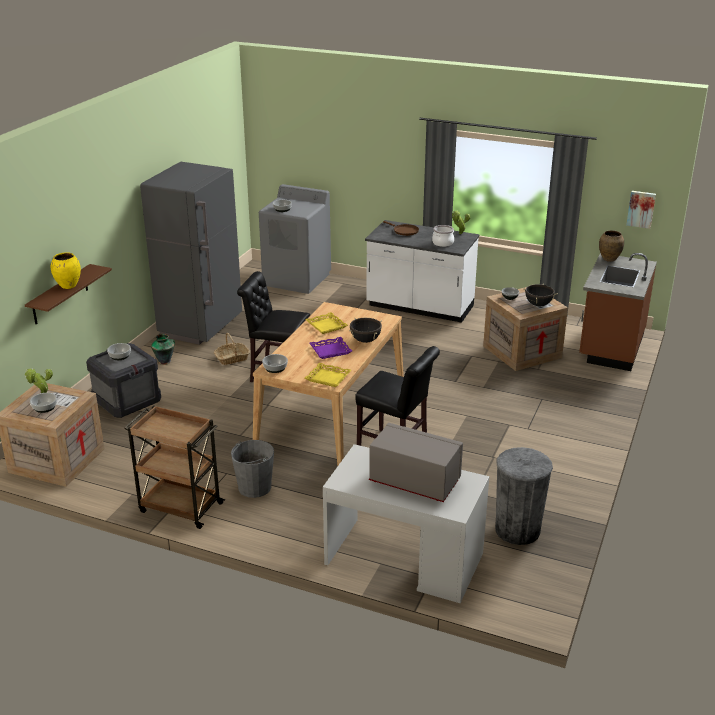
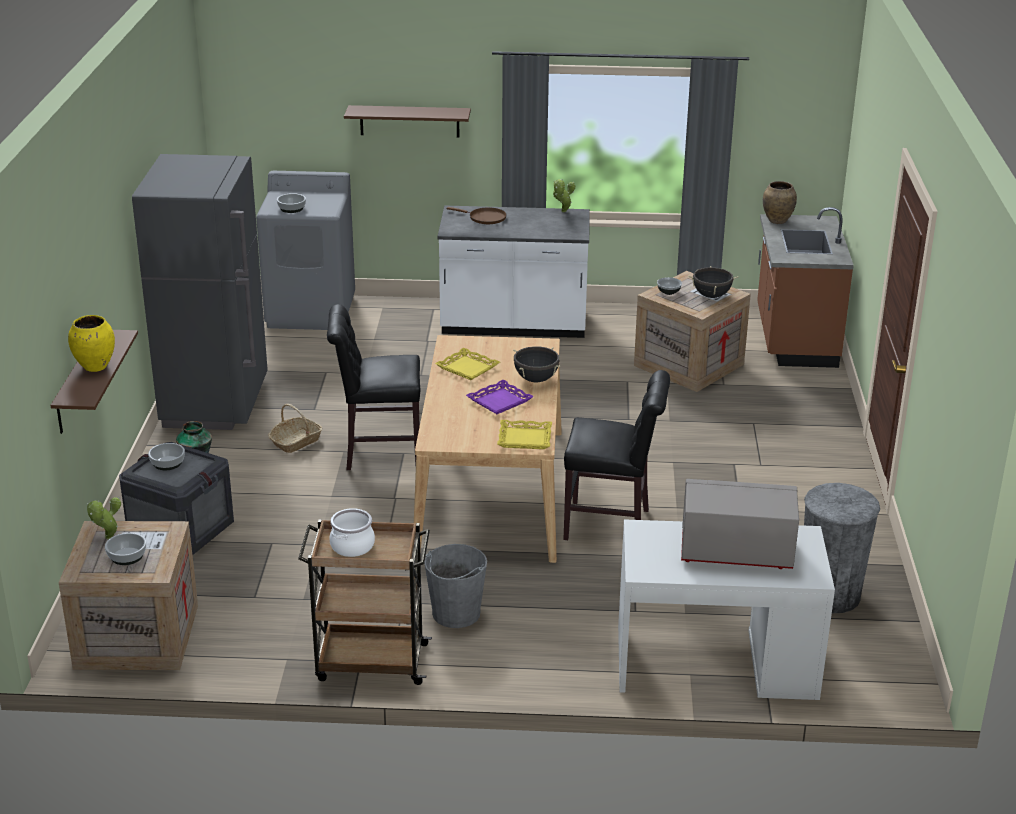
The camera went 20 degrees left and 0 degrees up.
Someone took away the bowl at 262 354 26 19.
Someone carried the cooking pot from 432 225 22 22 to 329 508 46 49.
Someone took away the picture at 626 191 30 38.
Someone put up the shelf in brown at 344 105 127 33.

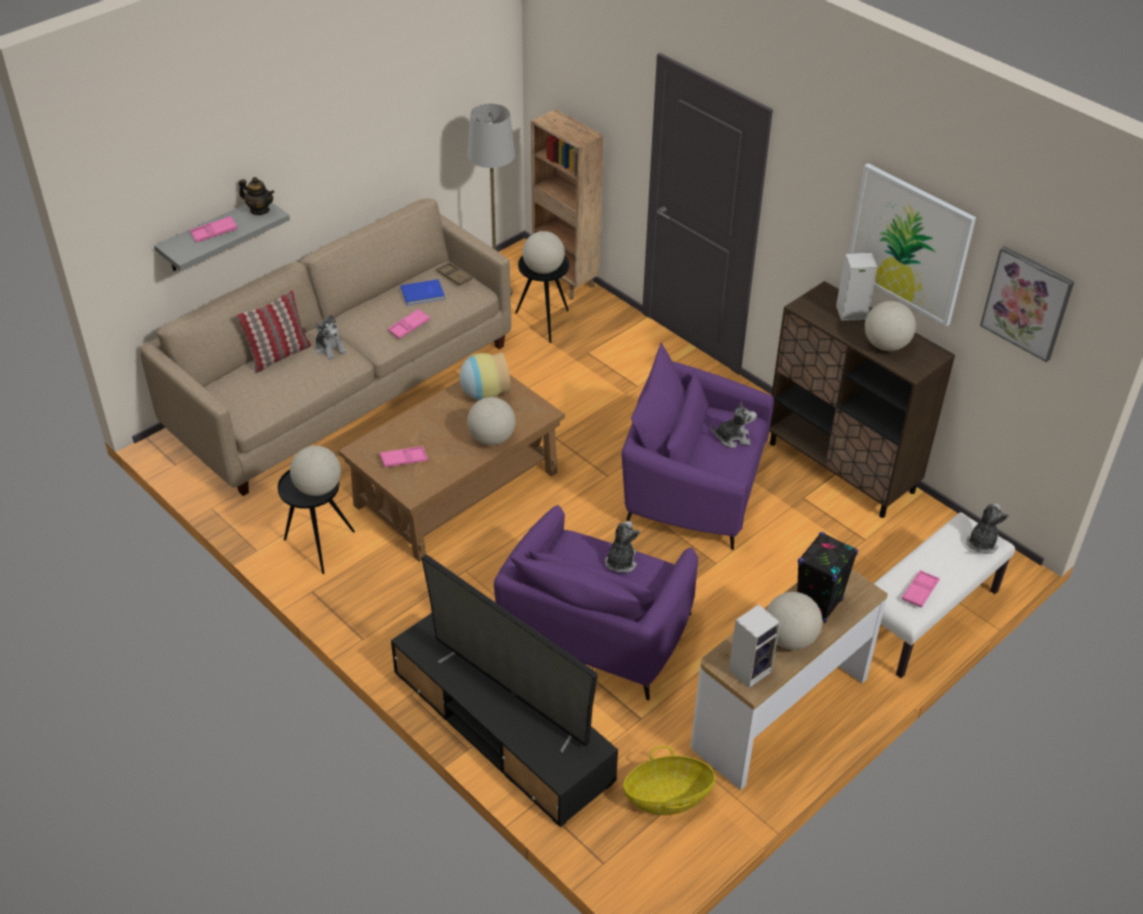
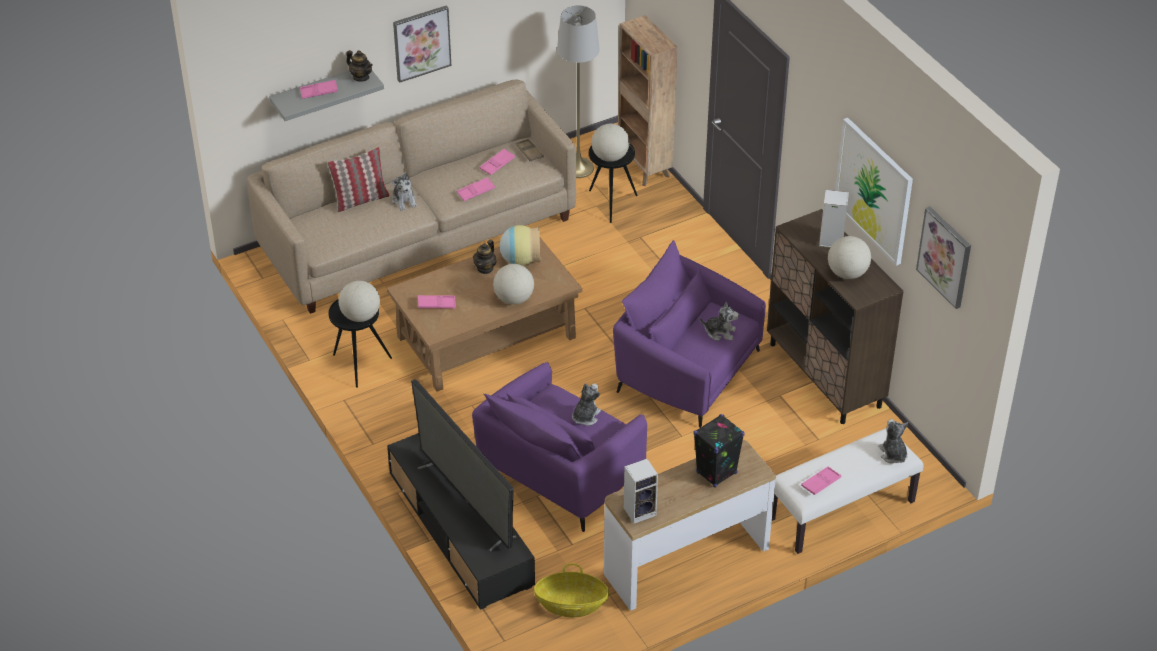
The camera went 15 degrees right and 0 degrees up.
Someone swapped the book in blue at 401 279 44 26 for the tray in pink at 480 149 35 26.
Someone took away the globe at 766 592 56 58.
Someone rotated the plush toy at 966 503 43 51 by 60 degrees counterclockwise.
Someone put up the picture at 393 6 58 77.
Someone put down the teapot at 473 240 23 34.

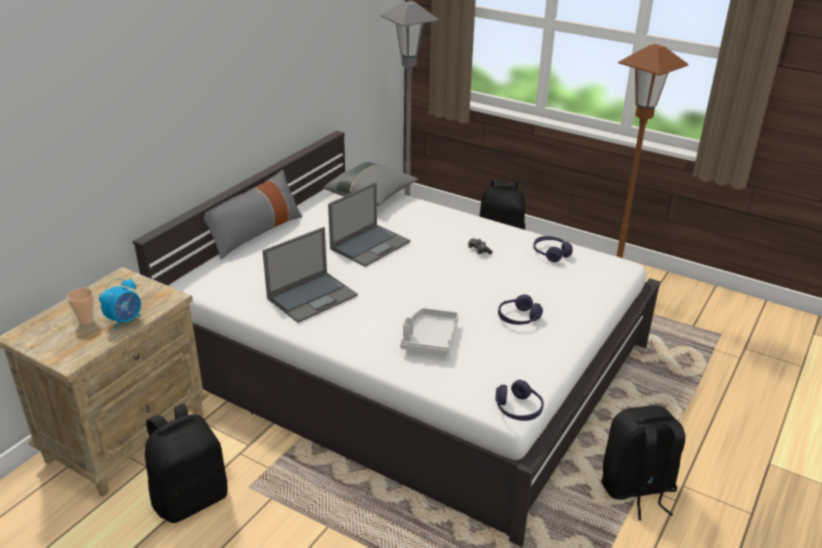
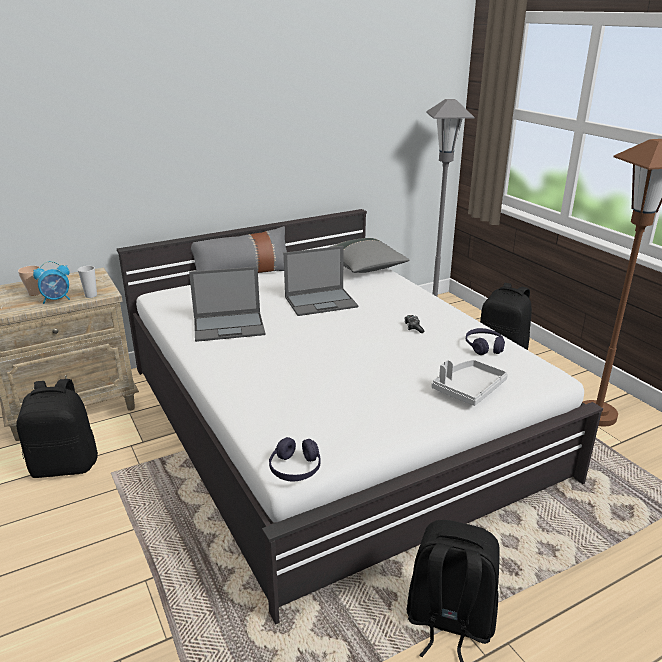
The camera went 30 degrees right and 5 degrees down.
Someone carried the tray in grey from 400 308 59 47 to 432 360 76 46.
Someone took away the headphones in purple at 498 295 45 30.
Someone put down the cup at 78 266 19 32.

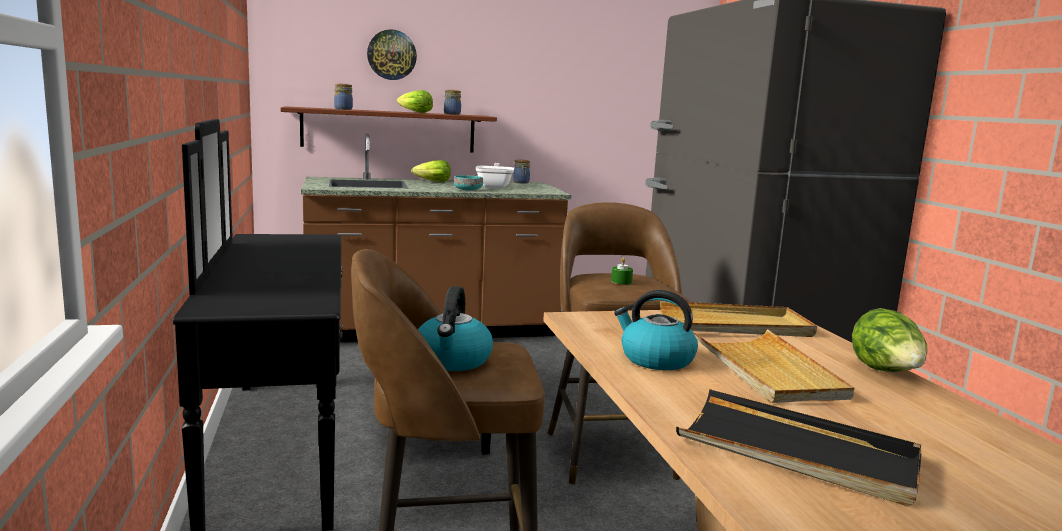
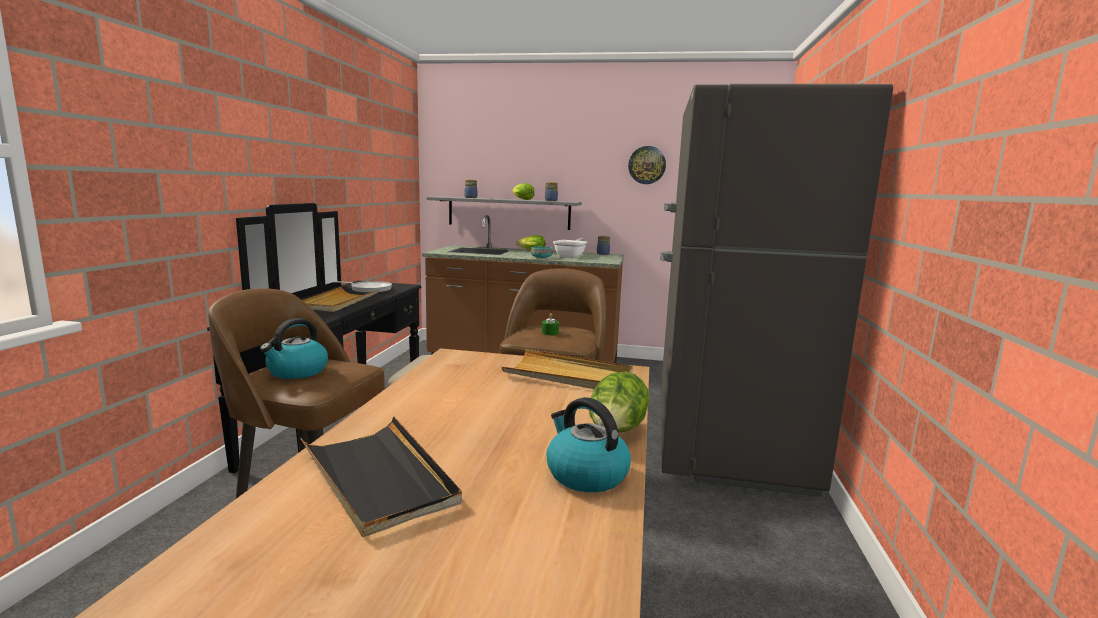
The camera went 25 degrees right and 0 degrees up.
Someone repainted the shelf in brown at 281 106 216 47, which became the shelf in grey at 427 196 155 34.
Someone carried the wall clock from 367 29 50 51 to 628 146 38 38.
Someone carried the kettle from 614 290 84 80 to 546 397 85 95.
Someone carried the tray in beige from 693 329 161 74 to 302 287 77 25.
Someone put down the frying pan at 333 281 59 12.

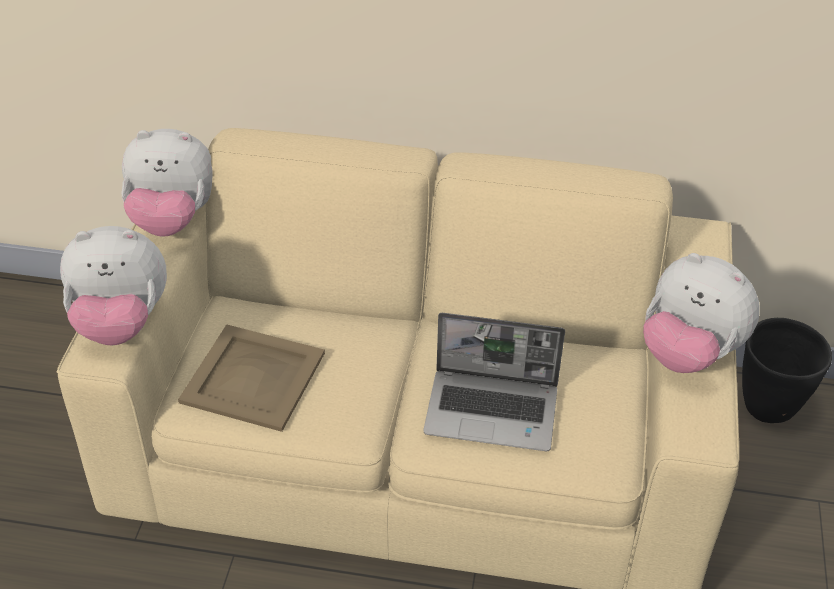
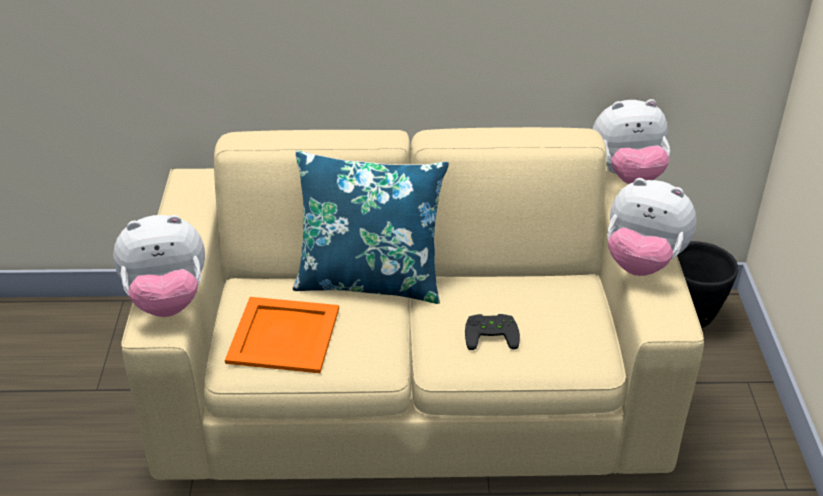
The camera went 10 degrees left and 5 degrees down.
Someone carried the plush toy from 121 129 91 108 to 593 99 77 85.
Someone repainted the tray in beige at 178 324 147 108, which became the tray in orange at 225 297 114 76.
Someone swapped the laptop at 423 313 142 138 for the game controller in black at 465 314 55 36.
Someone put down the pillow in blue at 293 150 156 154.

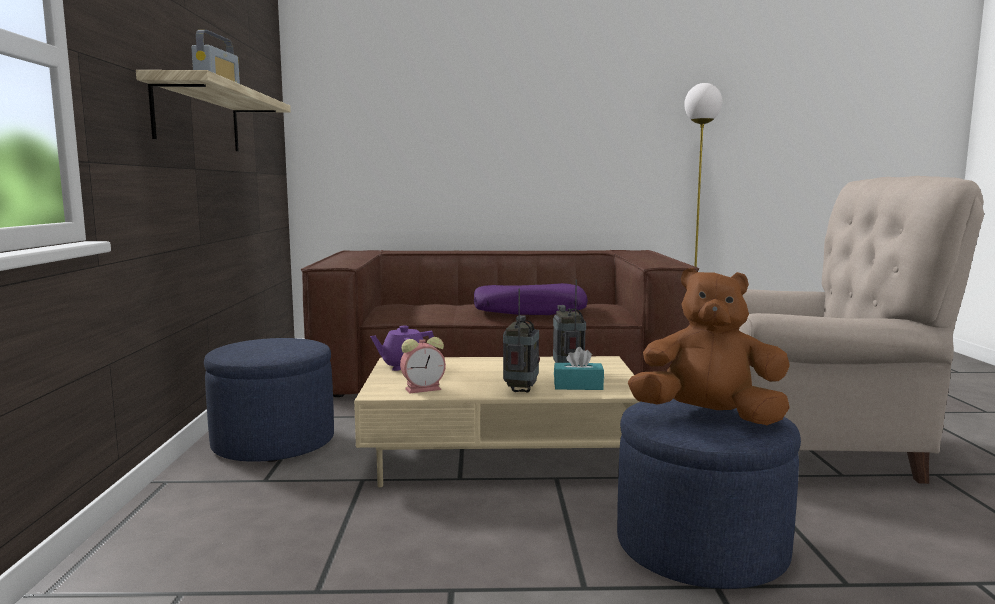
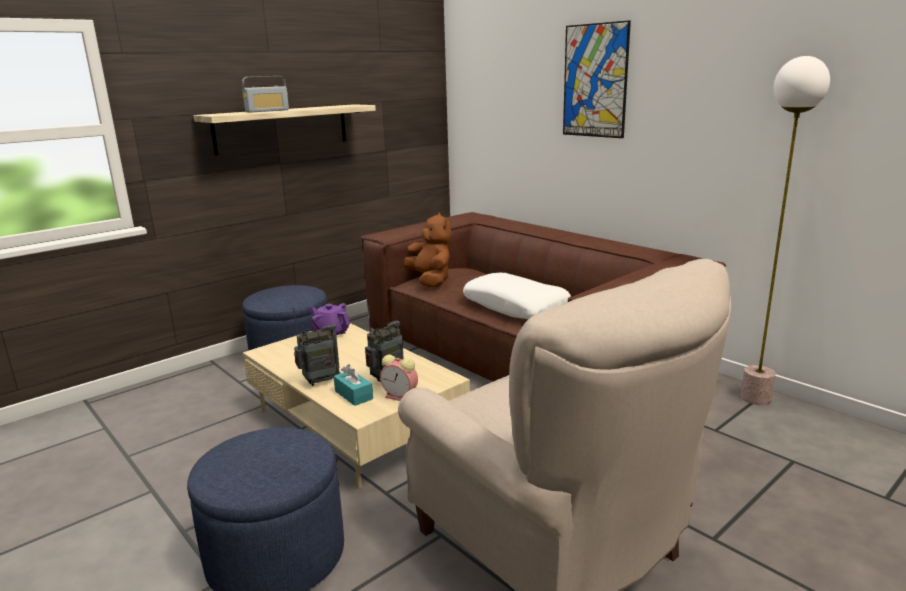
The camera went 50 degrees right and 10 degrees up.
Someone carried the alarm clock from 400 337 46 56 to 380 355 38 46.
Someone repainted the pillow in purple at 474 283 114 32, which became the pillow in white at 463 273 108 46.
Someone carried the plush toy in brown from 628 268 162 157 to 404 212 47 76.
Someone put up the picture at 563 20 68 118.

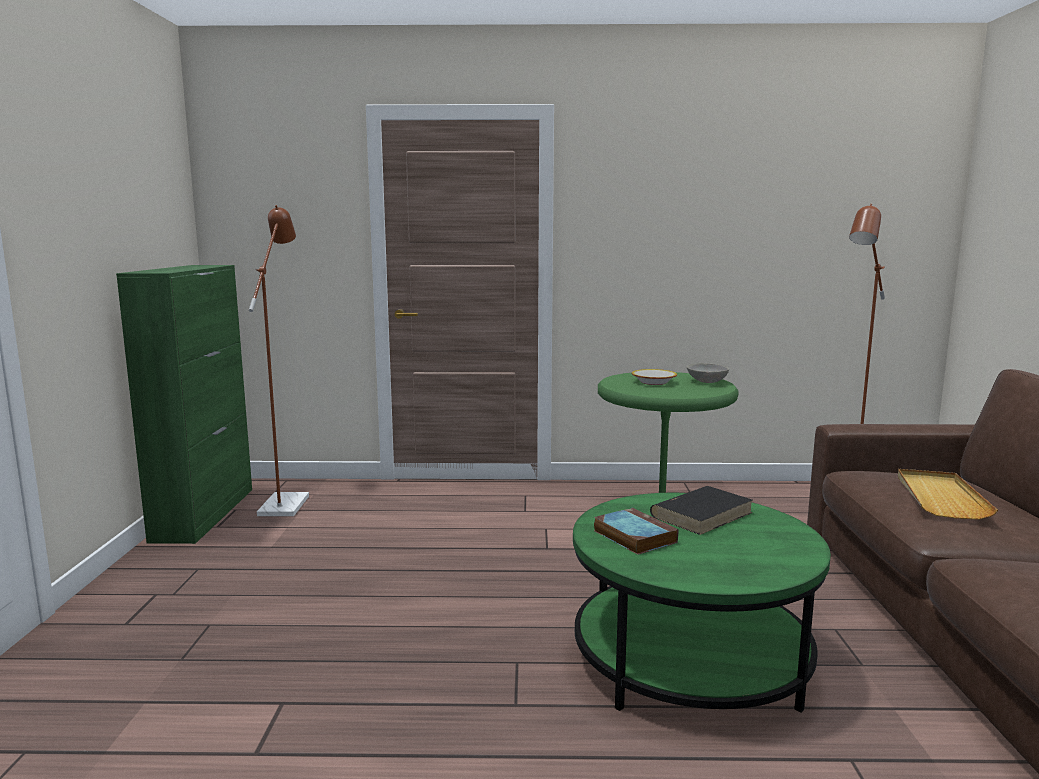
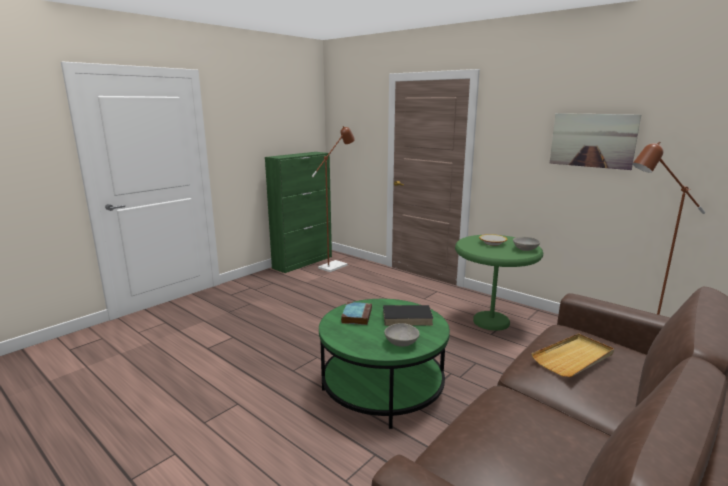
The camera went 40 degrees right and 5 degrees up.
Someone put down the bowl in grey at 384 323 36 24.
Someone put up the picture at 550 113 91 57.

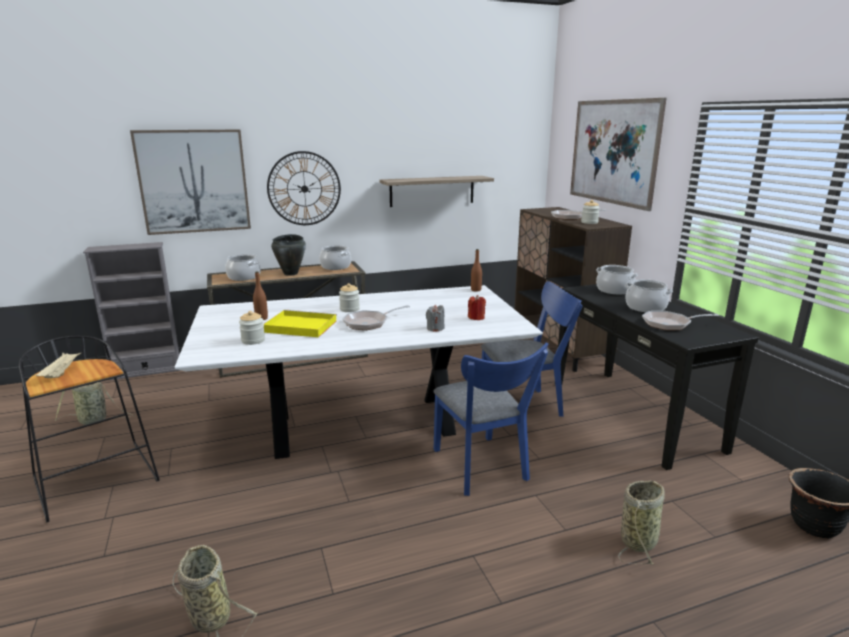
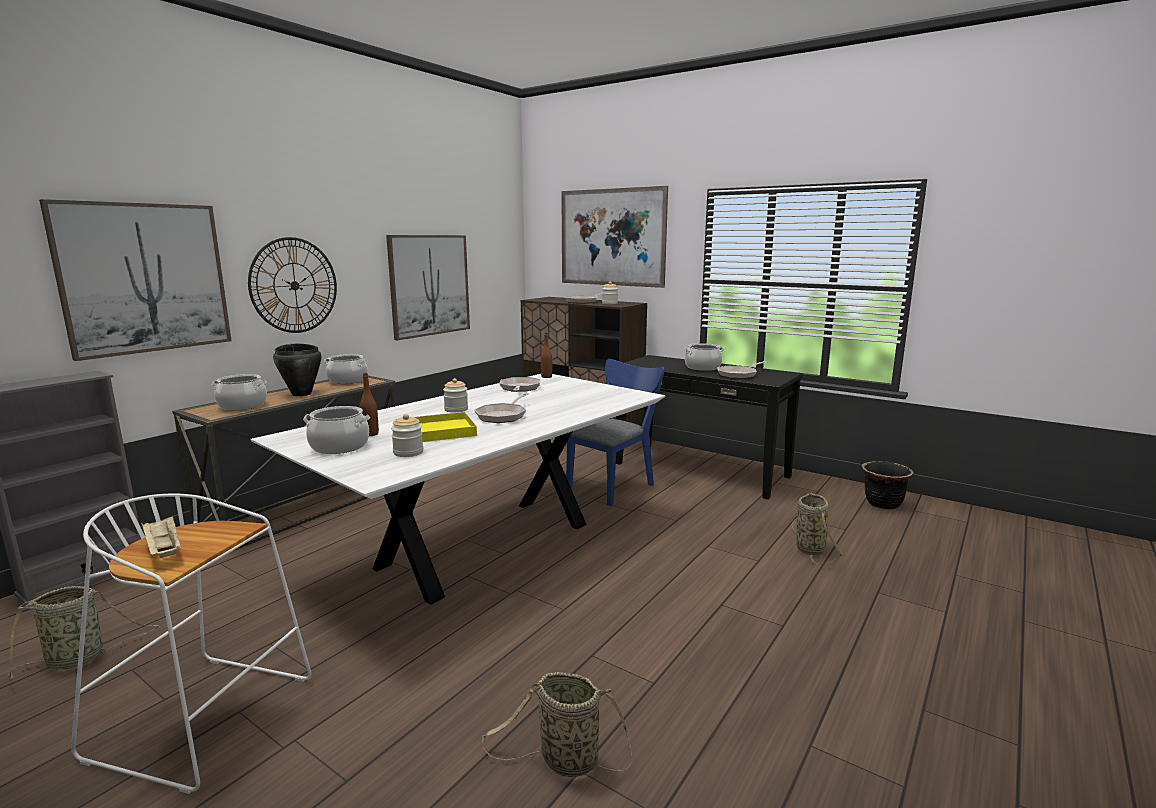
The camera went 35 degrees left and 5 degrees down.
Someone repainted the stool in black at 19 336 141 187, which became the stool in white at 71 494 241 300.
Someone swapped the shelf at 379 176 115 31 for the picture at 386 235 84 106.
Someone took away the candle in grey at 426 304 19 28.
Someone took away the chair in blue at 434 342 114 154.
Someone took away the candle in red at 468 295 18 25.
Someone carried the cooking pot from 596 265 42 30 to 303 406 67 48.
Someone put down the frying pan at 499 377 42 15.

